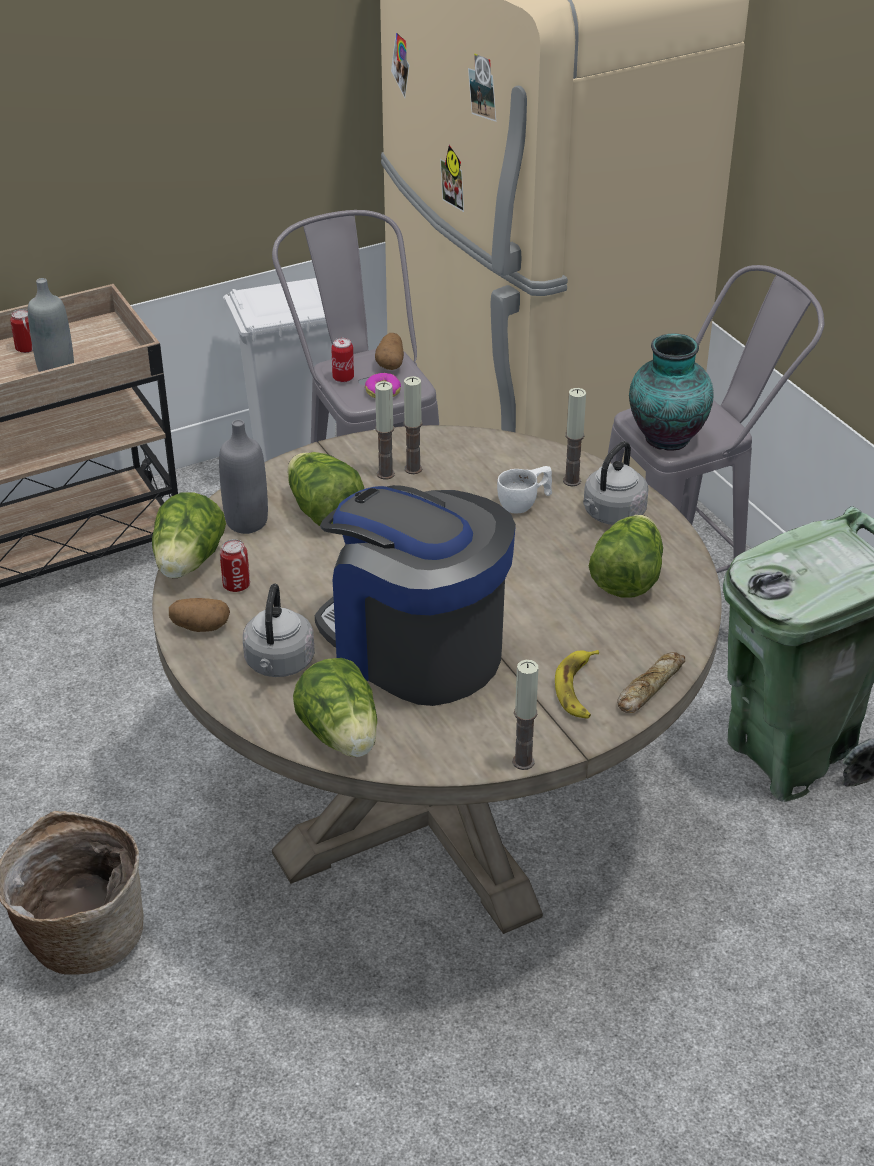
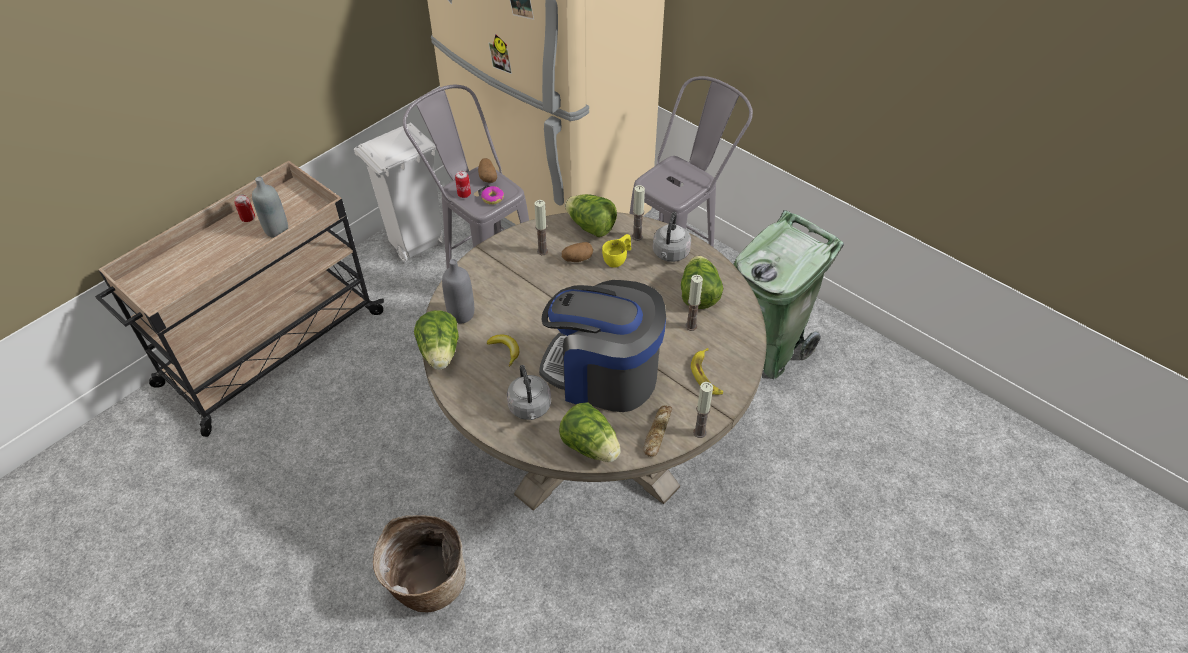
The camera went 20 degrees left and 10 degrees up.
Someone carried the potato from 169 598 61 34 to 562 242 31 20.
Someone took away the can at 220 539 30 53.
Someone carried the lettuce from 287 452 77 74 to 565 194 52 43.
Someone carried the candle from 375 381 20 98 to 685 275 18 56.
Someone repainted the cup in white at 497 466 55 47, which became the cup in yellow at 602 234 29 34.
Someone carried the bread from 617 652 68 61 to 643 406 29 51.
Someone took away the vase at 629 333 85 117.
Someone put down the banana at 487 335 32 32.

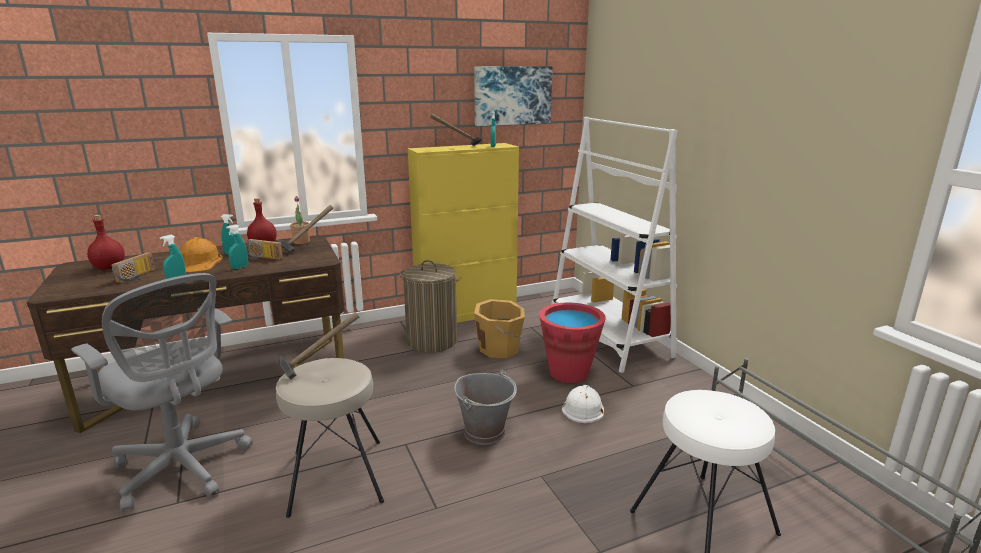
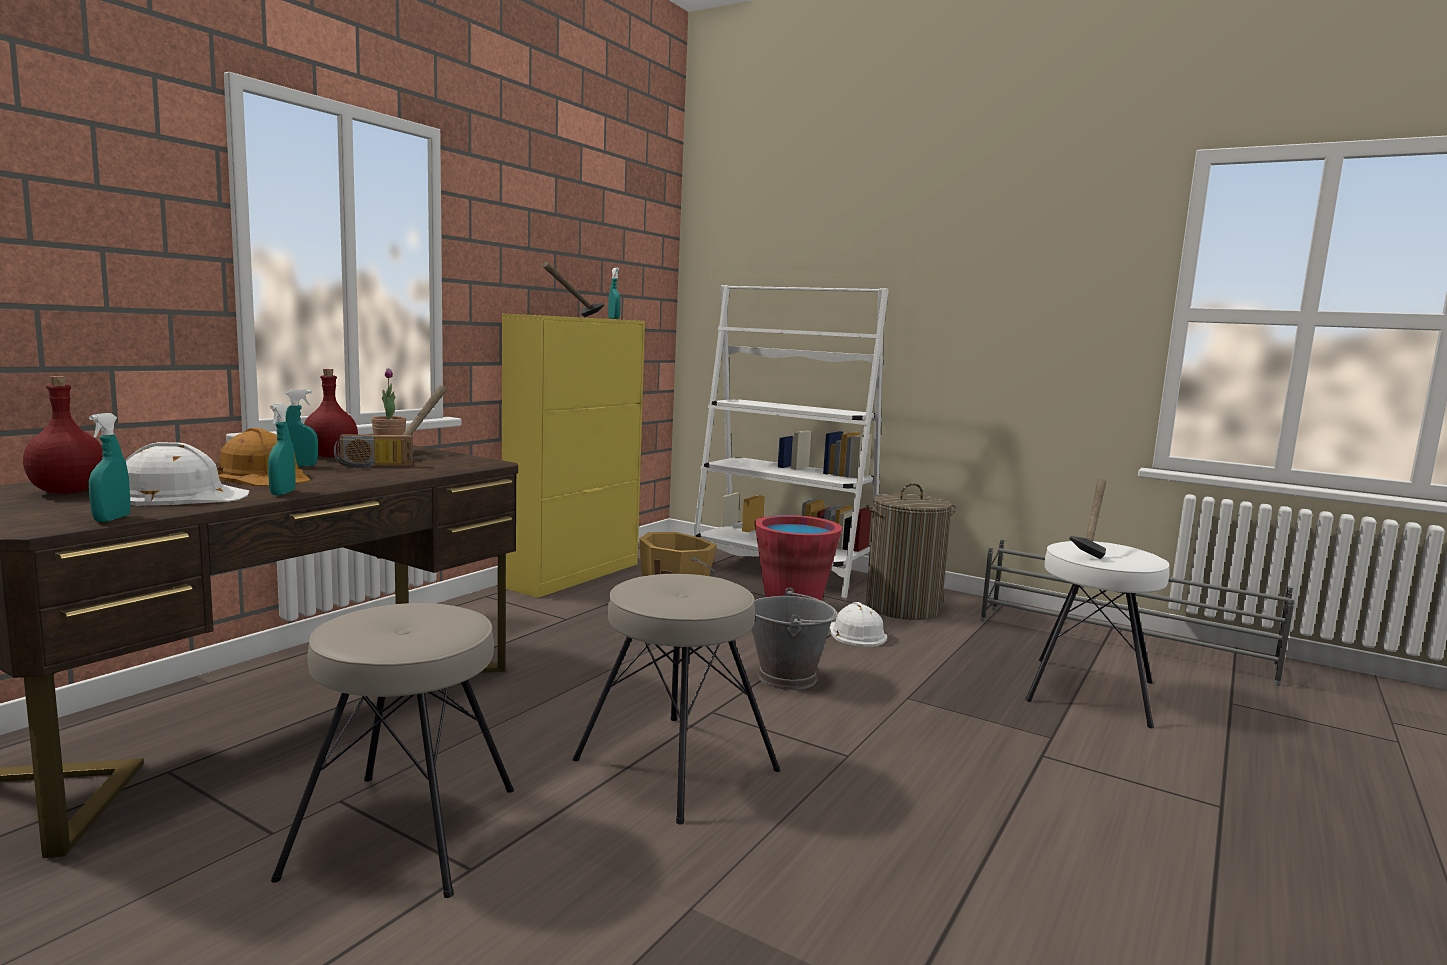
The camera went 35 degrees left and 10 degrees down.
Someone swapped the office chair in grey at 71 273 181 239 for the stool in beige at 271 603 243 295.
Someone swapped the radio at 112 252 43 31 for the hard hat in white at 125 442 125 64.
Someone carried the spray bottle in turquoise from 226 224 22 45 to 89 413 42 109.
Someone carried the hammer from 279 312 80 67 to 1069 478 37 81.
Someone carried the laundry basket from 399 260 62 93 to 866 483 90 137.
Someone took away the picture at 474 66 79 60.

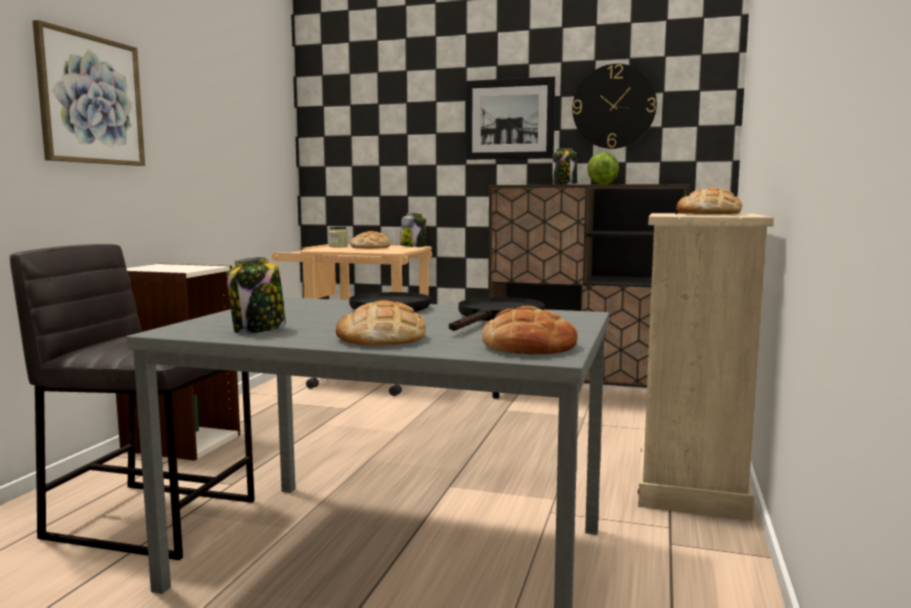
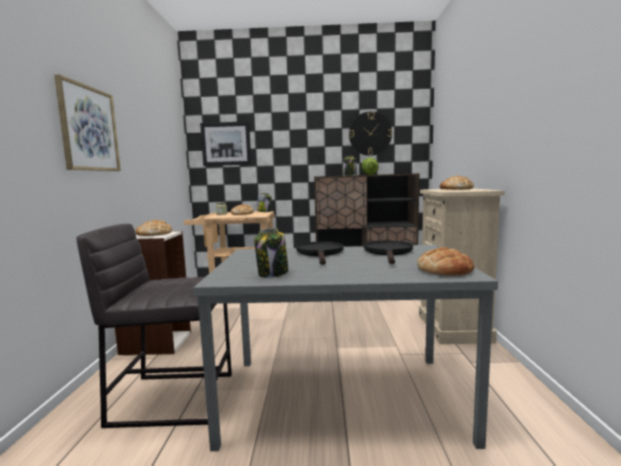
The camera went 15 degrees left and 0 degrees up.
Someone carried the bread from 336 300 90 46 to 136 220 36 16.
Someone carried the picture from 465 77 90 83 to 200 121 51 45.

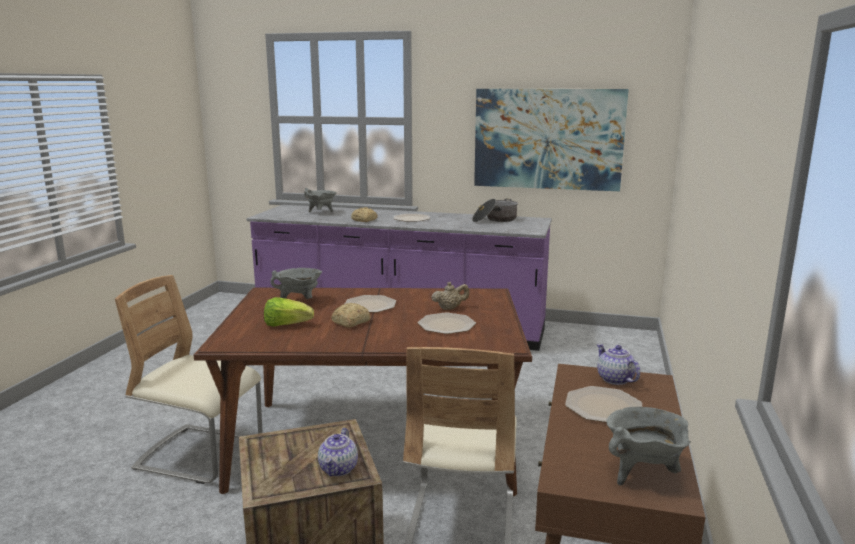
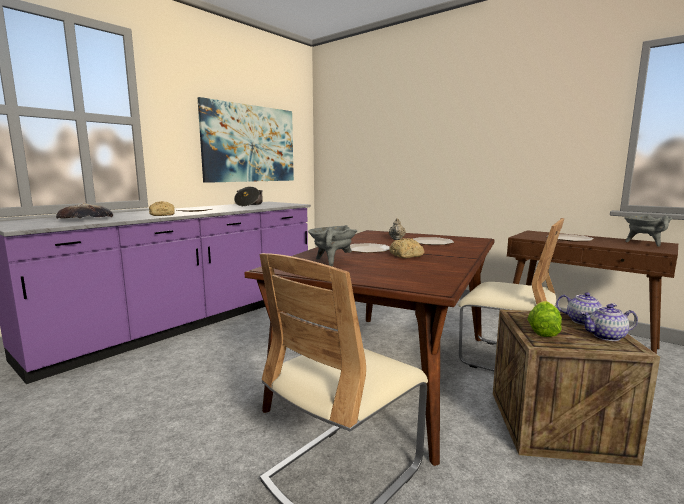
The camera went 65 degrees left and 5 degrees down.
Someone carried the lettuce from 264 297 50 30 to 527 301 35 36.
Someone swapped the cooking pot in grey at 304 188 33 25 for the bread at 56 203 57 16.
Someone carried the teapot from 597 344 43 41 to 581 304 57 37.

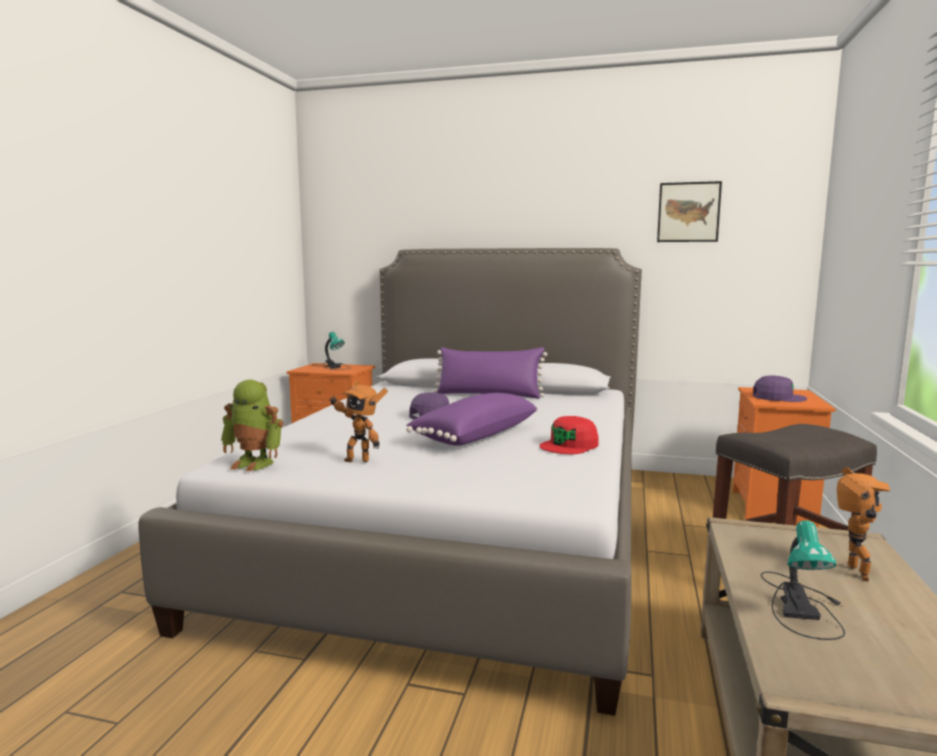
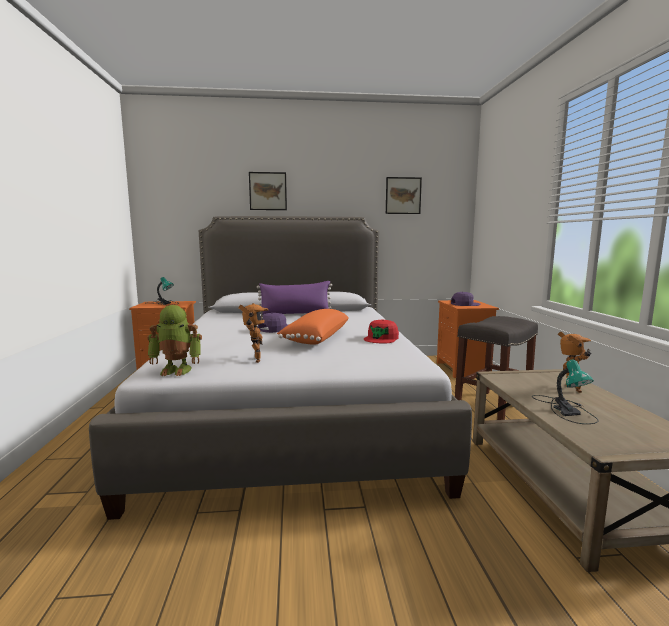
The camera went 20 degrees left and 0 degrees up.
Someone rotated the toy robot at 329 381 59 81 by 90 degrees counterclockwise.
Someone repainted the pillow in purple at 406 393 132 53, which became the pillow in orange at 277 309 72 36.
Someone put up the picture at 249 172 38 38.

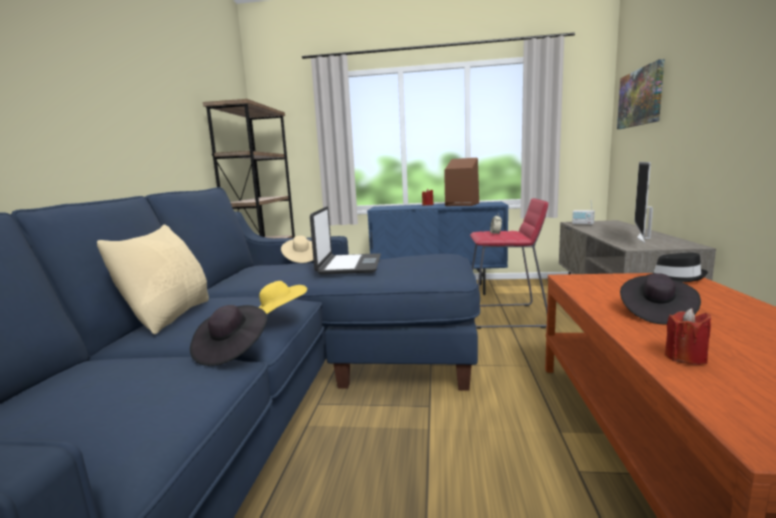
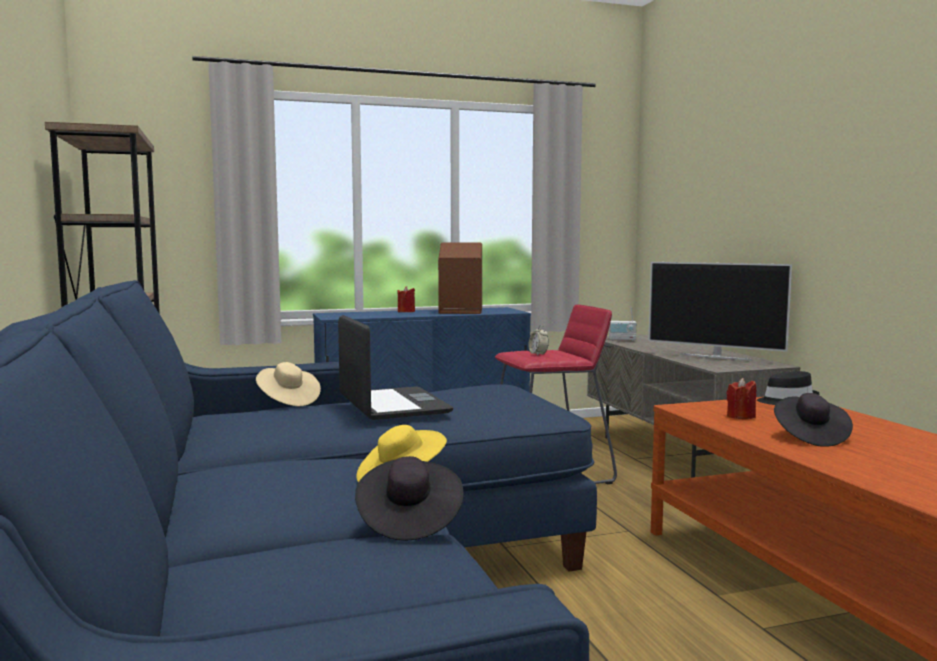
The camera went 25 degrees left and 5 degrees down.
Someone took away the pillow in beige at 97 224 112 110.
Someone took away the picture at 617 59 47 70.
Someone rotated the television at 634 162 19 81 by 60 degrees counterclockwise.
Someone carried the candle in red from 665 308 46 57 to 726 378 30 41.

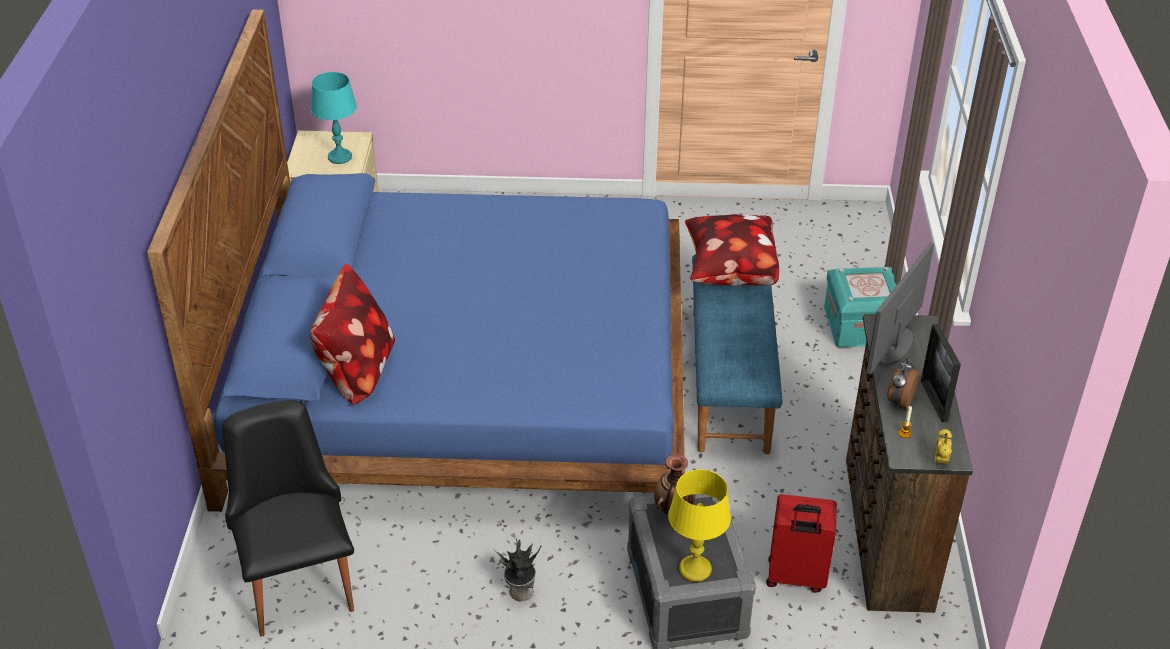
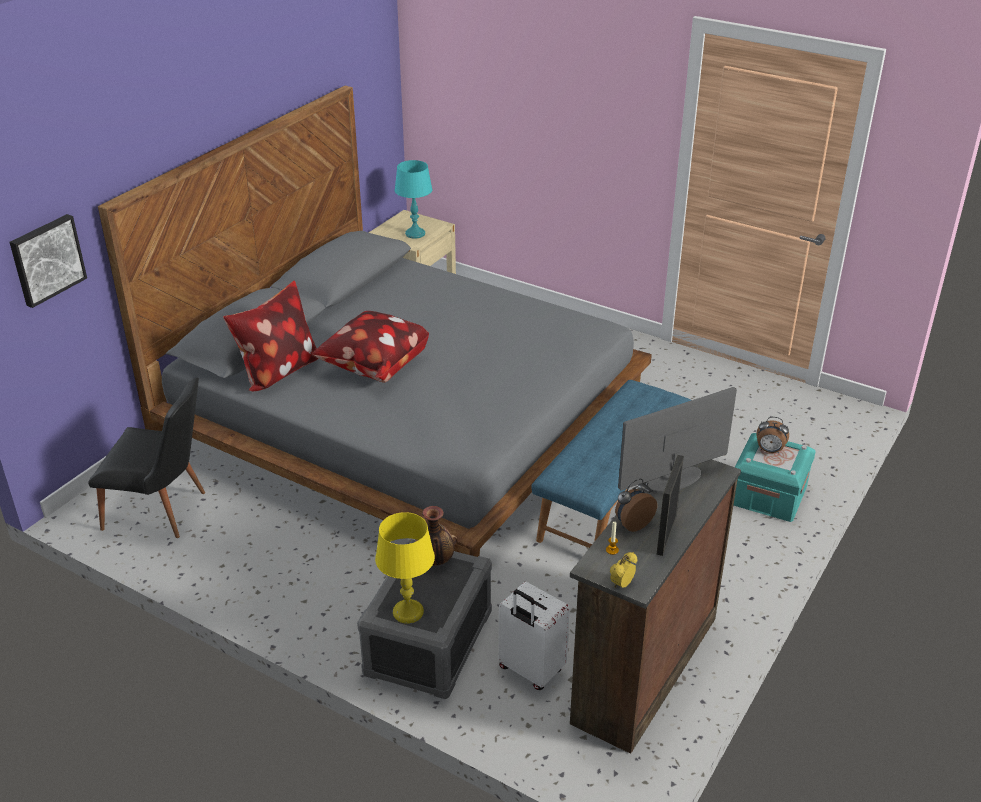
The camera went 30 degrees right and 5 degrees down.
Someone repainted the bed in blue at 147 10 538 502, which became the bed in grey at 98 86 554 471.
Someone rotated the chair in black at 222 400 132 237 by 90 degrees clockwise.
Someone took away the potted plant at 494 538 48 63.
Someone carried the pillow from 685 214 94 72 to 312 311 117 72.
Someone repainted the suitcase in red at 766 494 71 99, which became the suitcase in white at 499 582 71 108.
Someone put up the picture at 10 214 77 94.
Someone put down the alarm clock at 757 417 32 36.

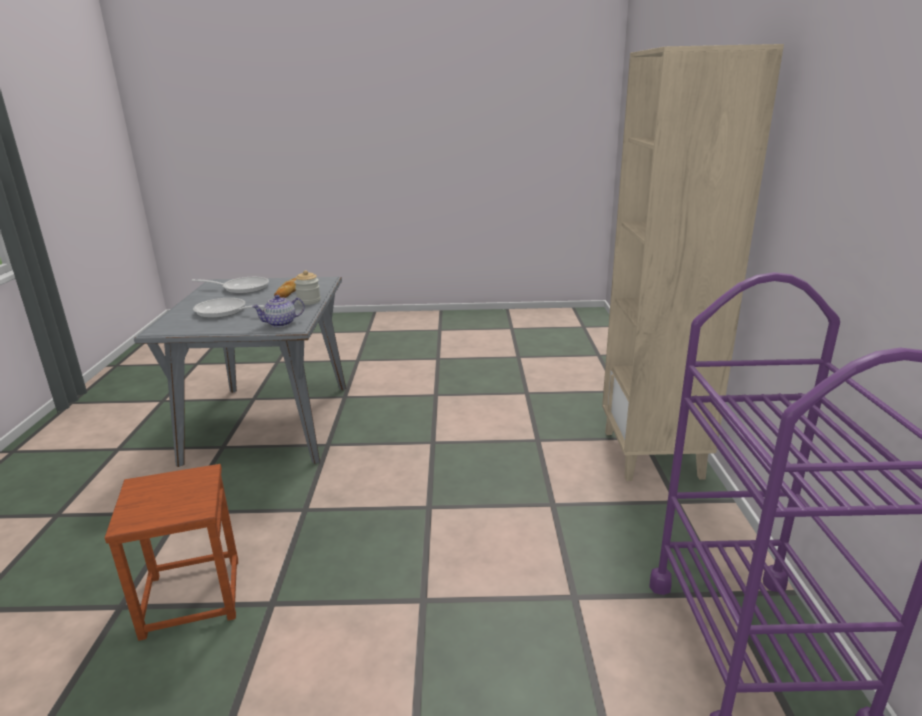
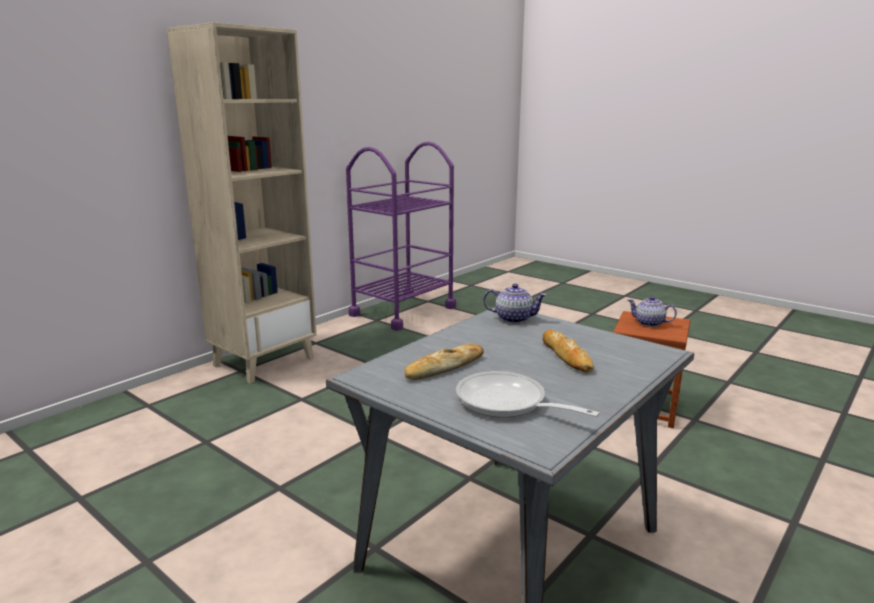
The camera went 140 degrees left and 5 degrees down.
Someone swapped the frying pan at 193 298 72 20 for the bread at 543 330 51 42.
Someone took away the jar at 294 270 27 35.
Someone put down the teapot at 628 296 49 31.

